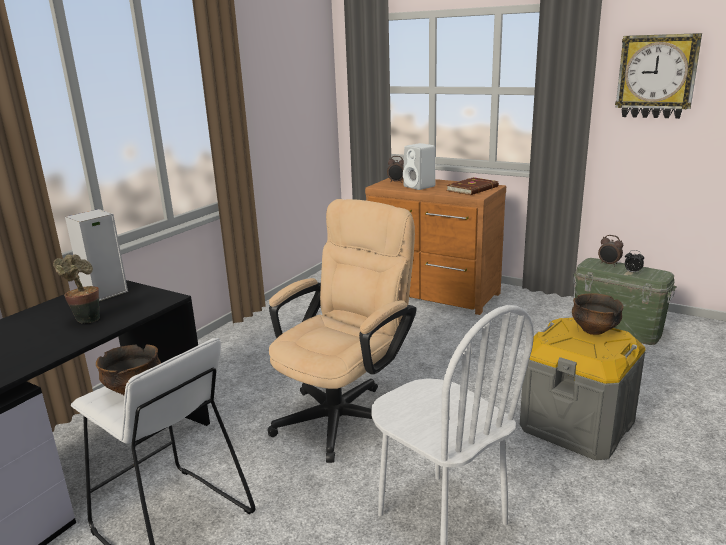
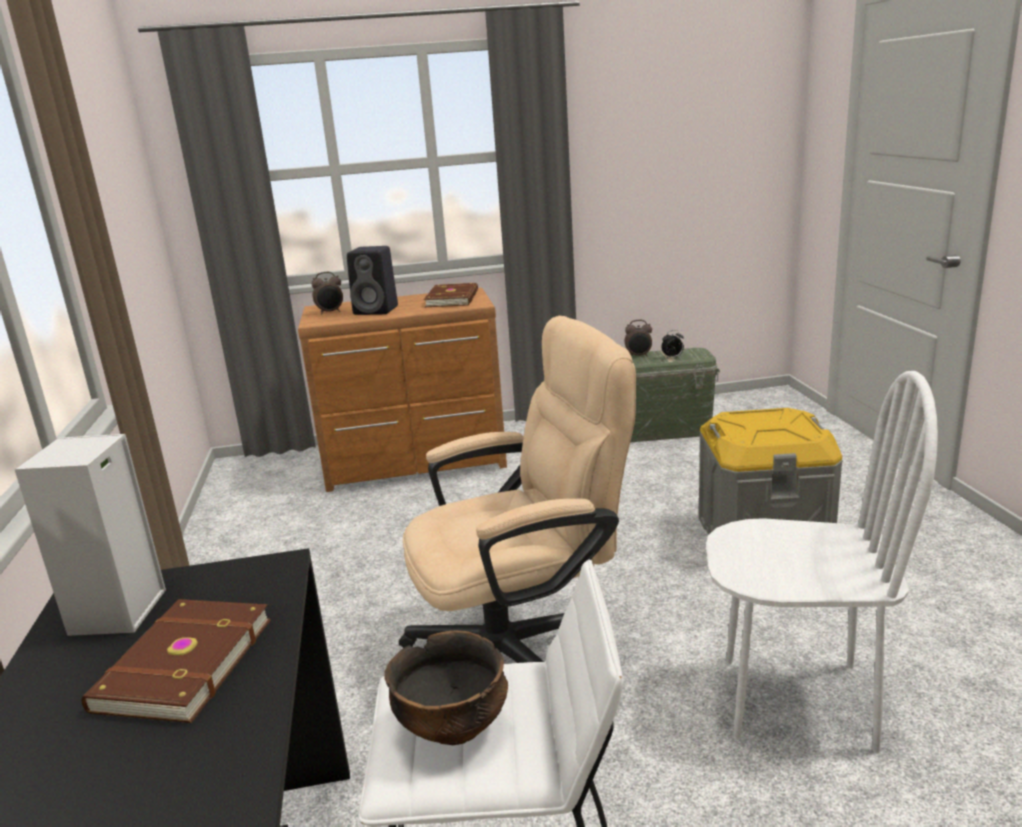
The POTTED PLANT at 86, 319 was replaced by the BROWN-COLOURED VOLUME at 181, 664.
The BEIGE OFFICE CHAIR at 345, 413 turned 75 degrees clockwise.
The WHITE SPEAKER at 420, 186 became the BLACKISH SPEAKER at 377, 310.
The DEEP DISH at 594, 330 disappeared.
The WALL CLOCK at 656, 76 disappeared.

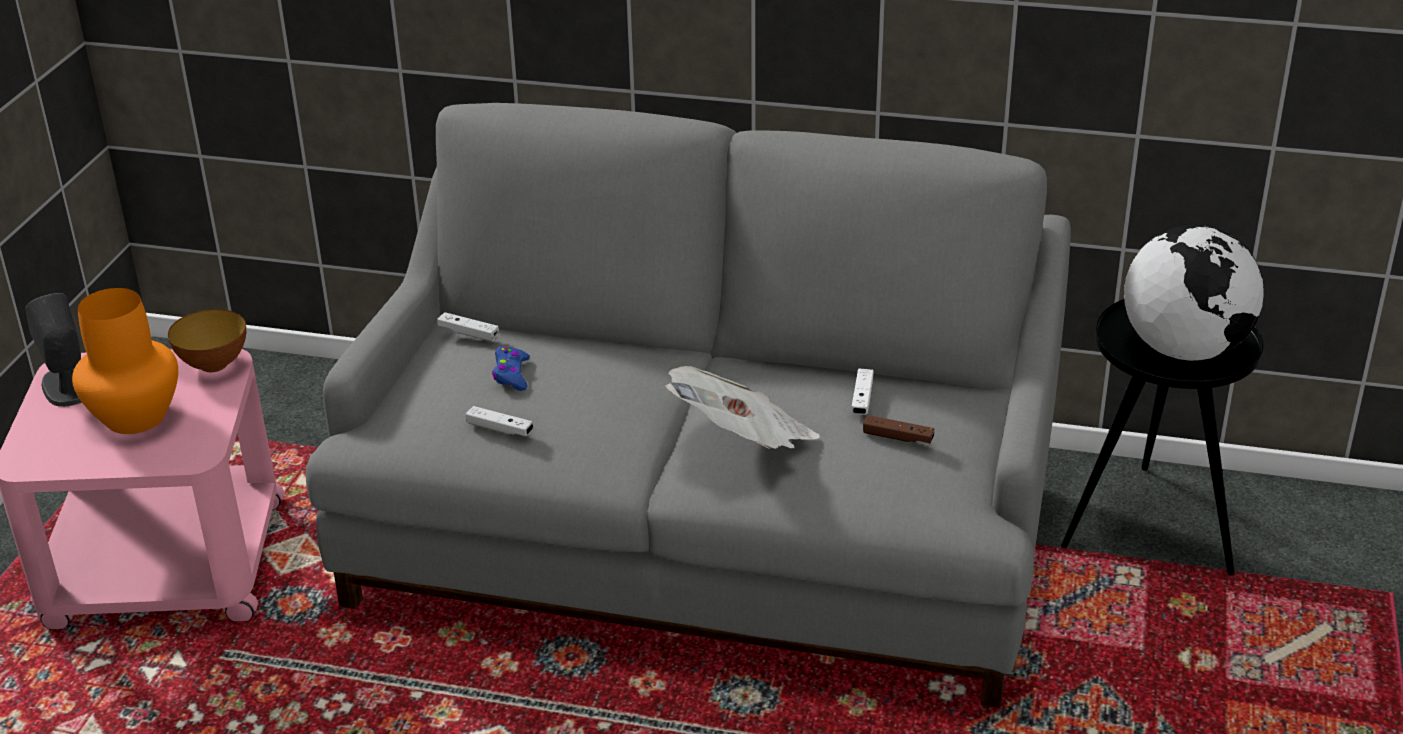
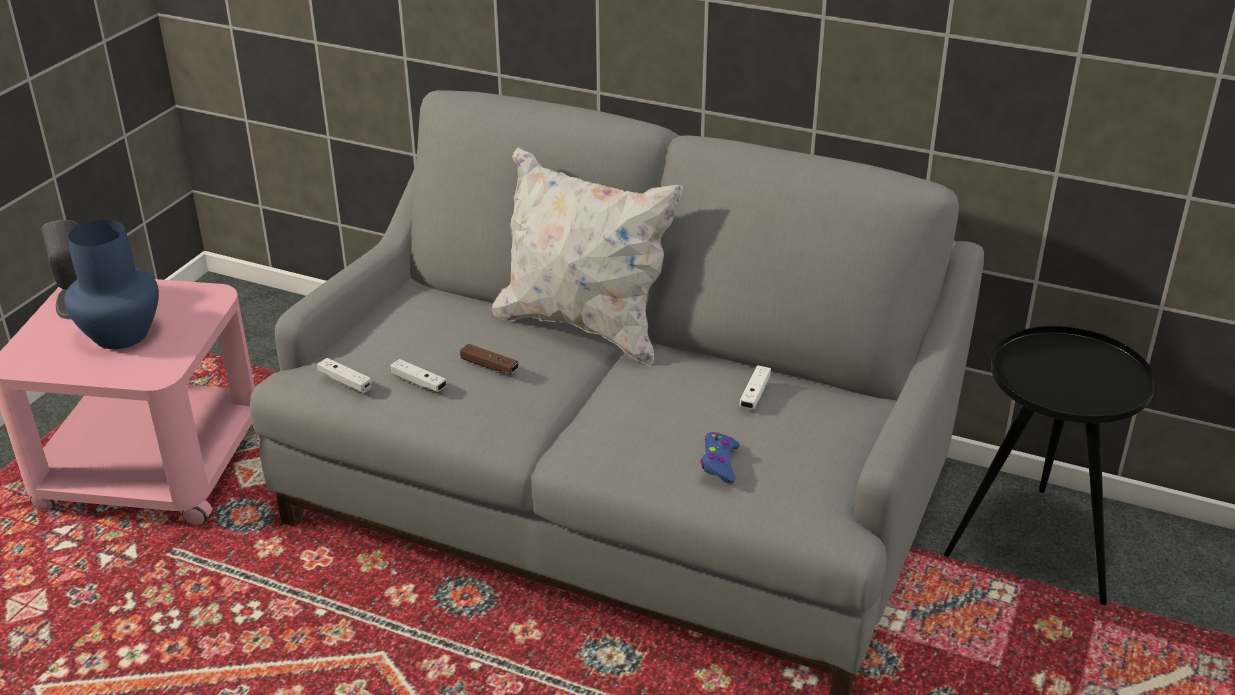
The ORANGE-COLOURED DECORATIVE VASE at 136, 418 became the BLUISH DECORATIVE VASE at 121, 336.
The DEEP DISH at 214, 365 disappeared.
The WHITE GAME CONTROLLER moved from 468, 333 to 345, 381.
The BLUISH GAME CONTROLLER moved from 511, 375 to 719, 463.
The NEWSPAPER at 743, 442 disappeared.
The BROWN-COLOURED GAME CONTROLLER moved from 898, 437 to 489, 366.
The GLOBE at 1184, 349 disappeared.
The WHITE PILLOW at 584, 327 appeared.

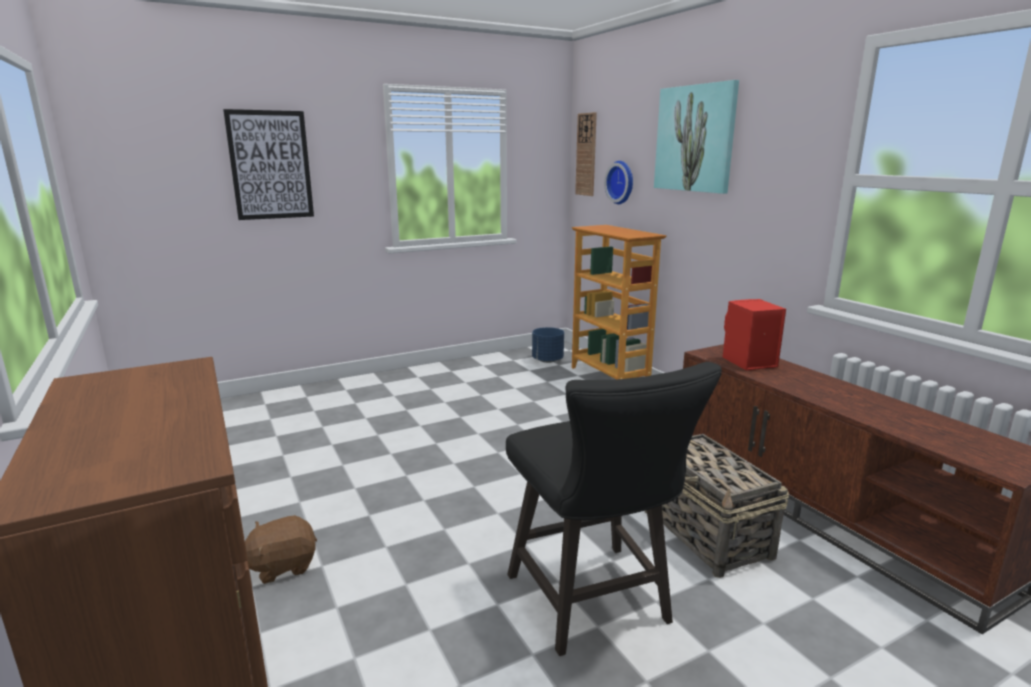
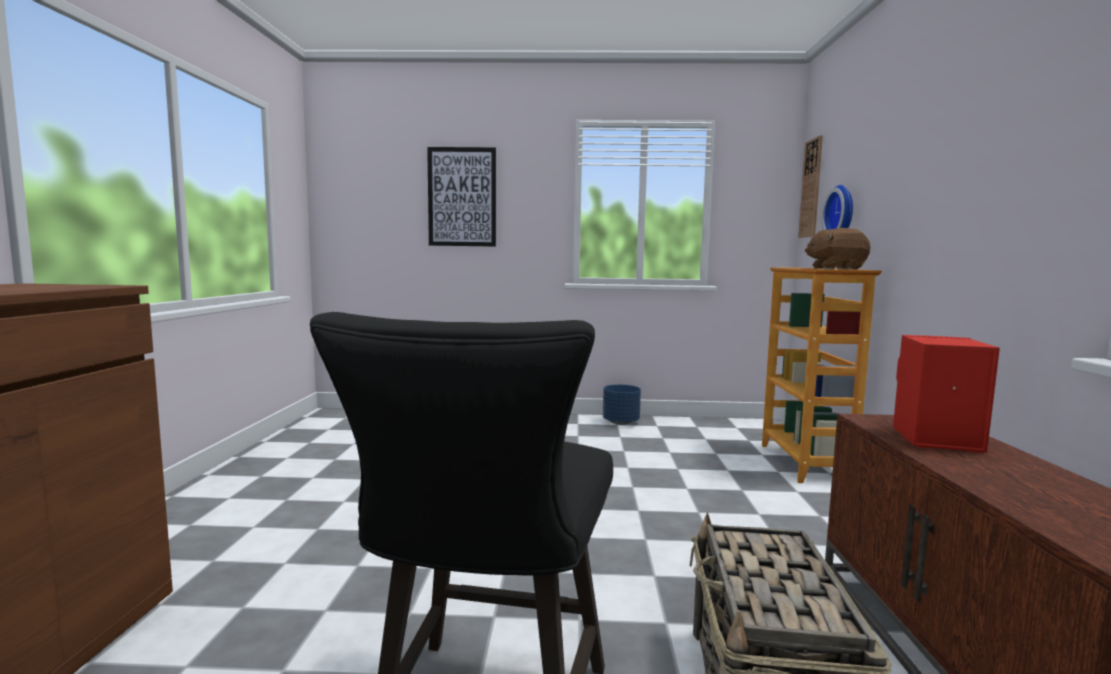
The BROWN-COLOURED PLUSH TOY moved from 282, 566 to 835, 269.
The BLUISH FLOWER POT moved from 547, 360 to 621, 422.
The WALL PICTURE at 694, 138 disappeared.

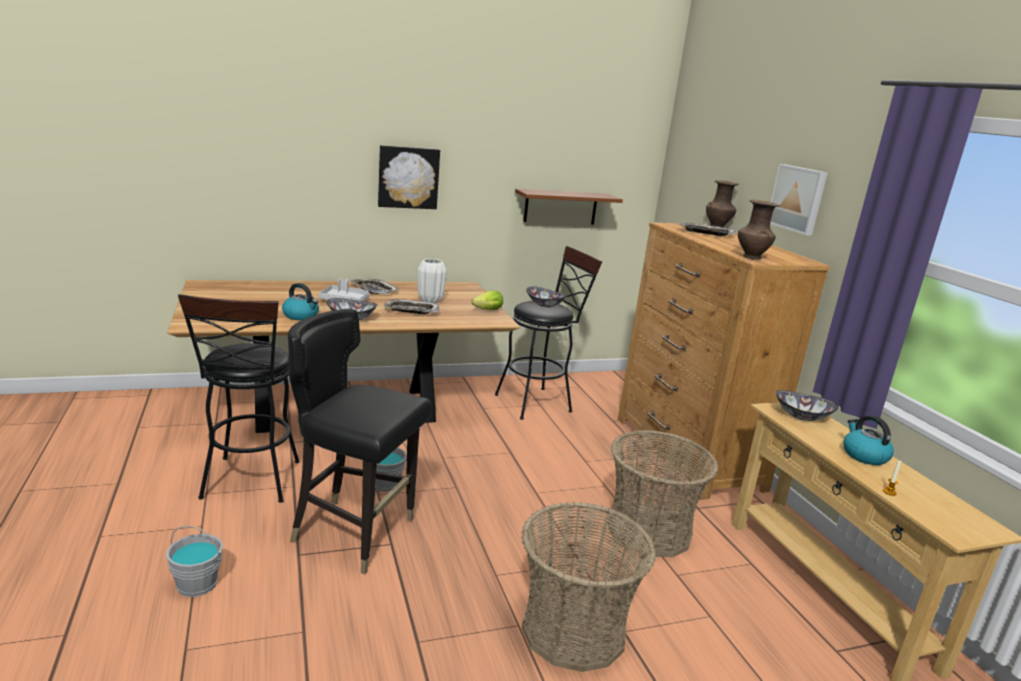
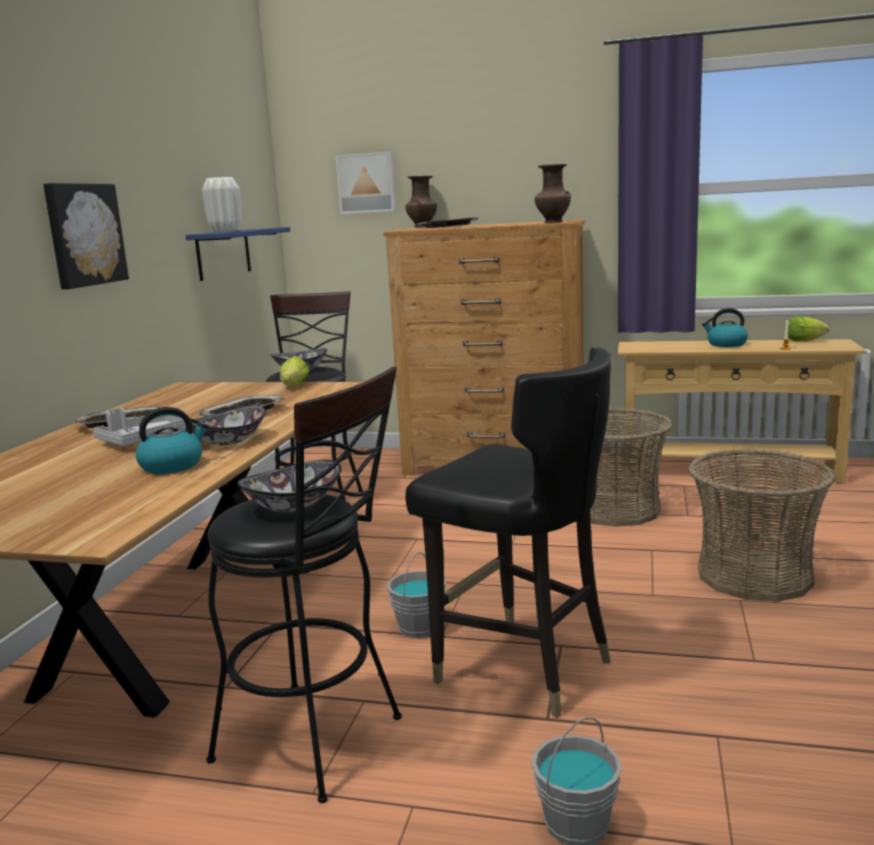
The BLACKISH CHAIR at 354, 533 turned 105 degrees counterclockwise.
The WHITE DECORATIVE VASE moved from 430, 300 to 226, 231.
The BROWN-COLOURED BRACKET SHELF at 560, 207 became the BLUISH BRACKET SHELF at 223, 253.
The WALL PICTURE moved from 798, 199 to 367, 183.
The DEEP DISH moved from 802, 416 to 293, 505.
The HEAD OF LETTUCE at 806, 341 appeared.

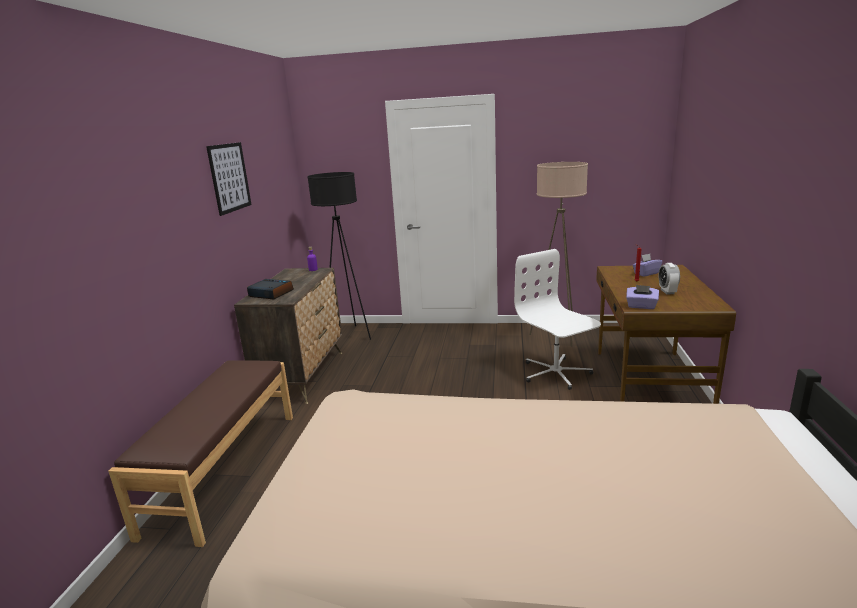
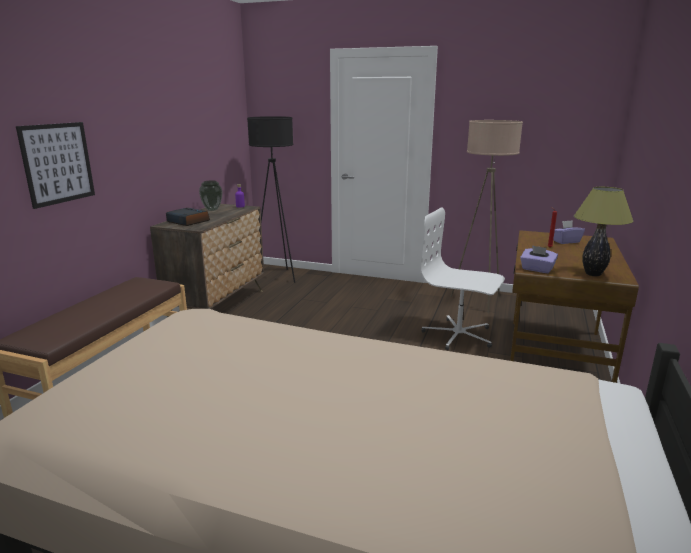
The WALL PICTURE moved from 229, 177 to 58, 163.
The WHITE OFFICE CHAIR at 555, 373 turned 45 degrees counterclockwise.
The TABLE CLOCK at 667, 291 disappeared.
The DECORATIVE VASE at 212, 209 appeared.
The LAMP FOR A TABLE at 593, 274 appeared.

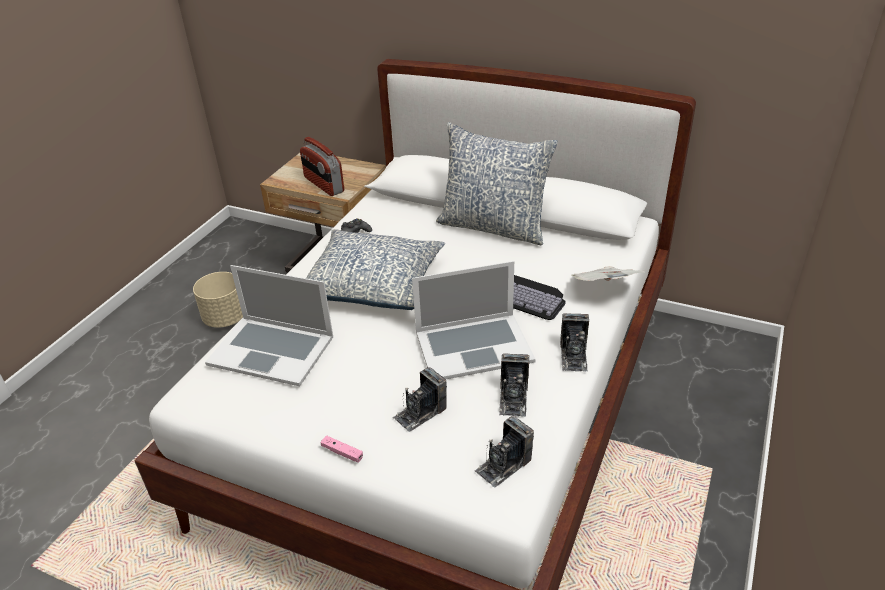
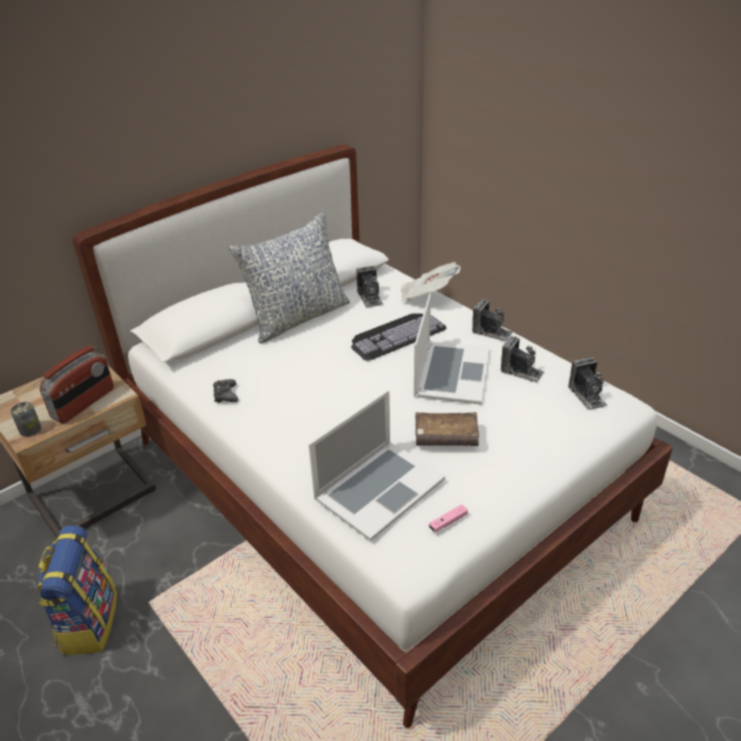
The BEIGE FLOWER POT at 225, 318 was replaced by the RUCKSACK at 88, 622.
The RADIO RECEIVER at 323, 185 turned 45 degrees counterclockwise.
The PILLOW at 373, 284 disappeared.
The PINKISH GAME CONTROLLER moved from 342, 452 to 448, 522.
The PHOTO CAMERA moved from 420, 413 to 370, 298.
The SEALED CAN at 30, 429 appeared.
The BROWN-COLOURED VOLUME at 446, 437 appeared.

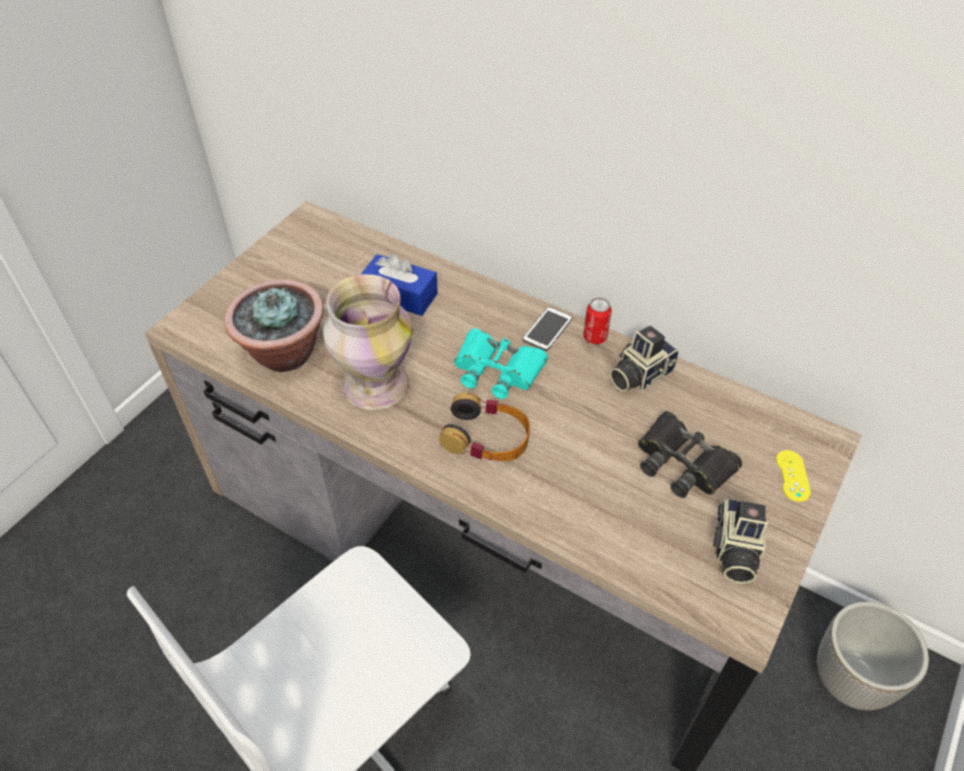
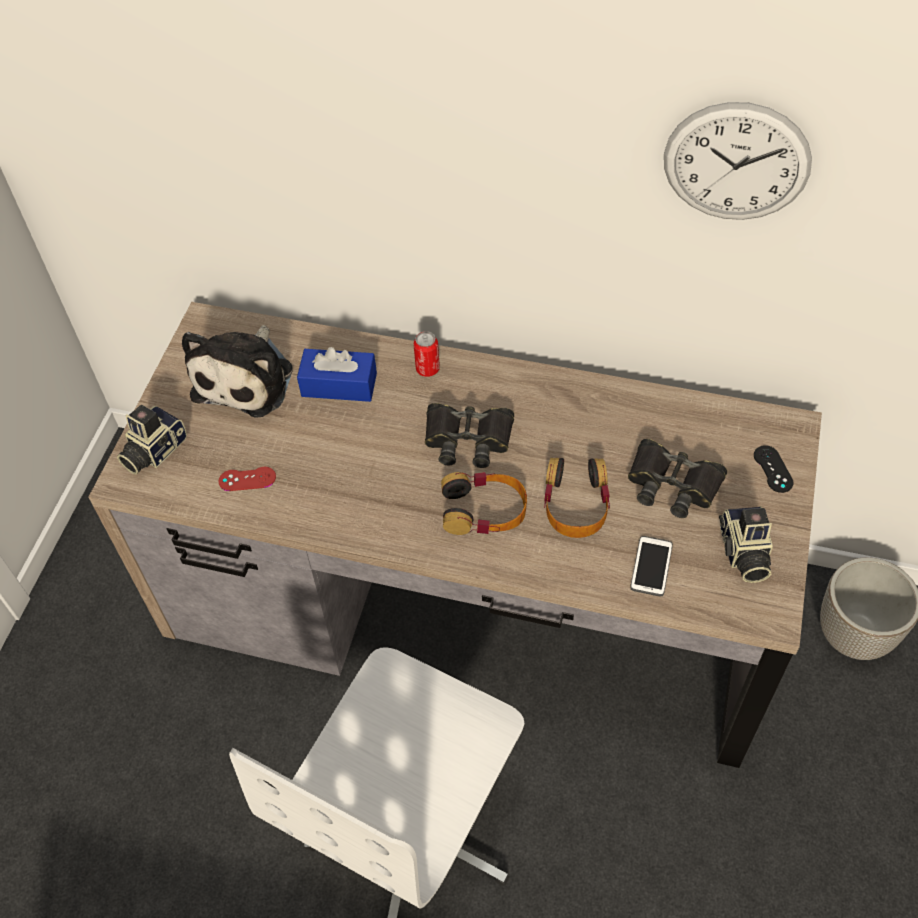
The POTTED PLANT at 284, 353 was replaced by the RED GAME CONTROLLER at 247, 479.
The DECORATIVE VASE at 374, 386 disappeared.
The BLUE-GREEN PAIR OF BINOCULARS at 497, 370 became the BLACKISH PAIR OF BINOCULARS at 468, 439.
The HANDSET moved from 547, 329 to 651, 566.
The SEALED CAN moved from 595, 337 to 427, 369.
The PHOTO CAMERA moved from 638, 374 to 153, 451.
The YELLOW-COLOURED GAME CONTROLLER at 792, 476 became the BLACKISH GAME CONTROLLER at 773, 469.
The PLUSH TOY at 246, 378 appeared.
The HEADSET at 576, 503 appeared.
The WALL CLOCK at 736, 163 appeared.

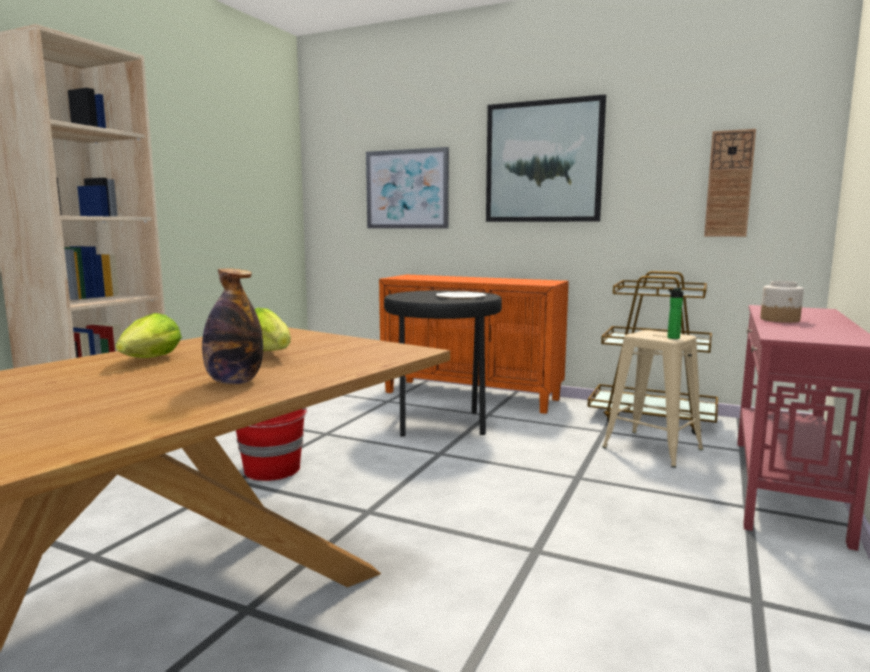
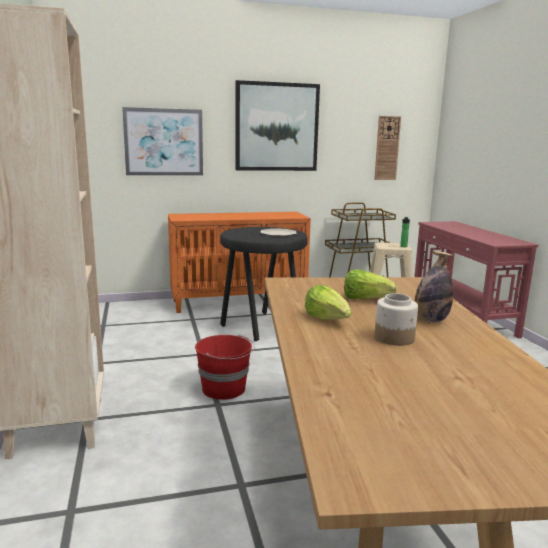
The STORAGE JAR moved from 780, 320 to 394, 338.

